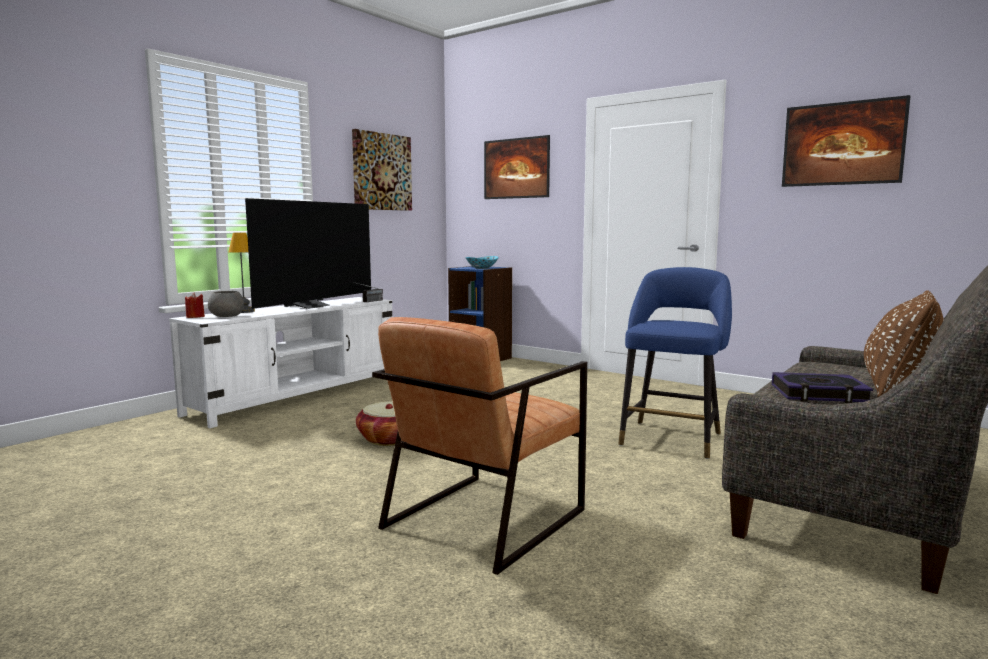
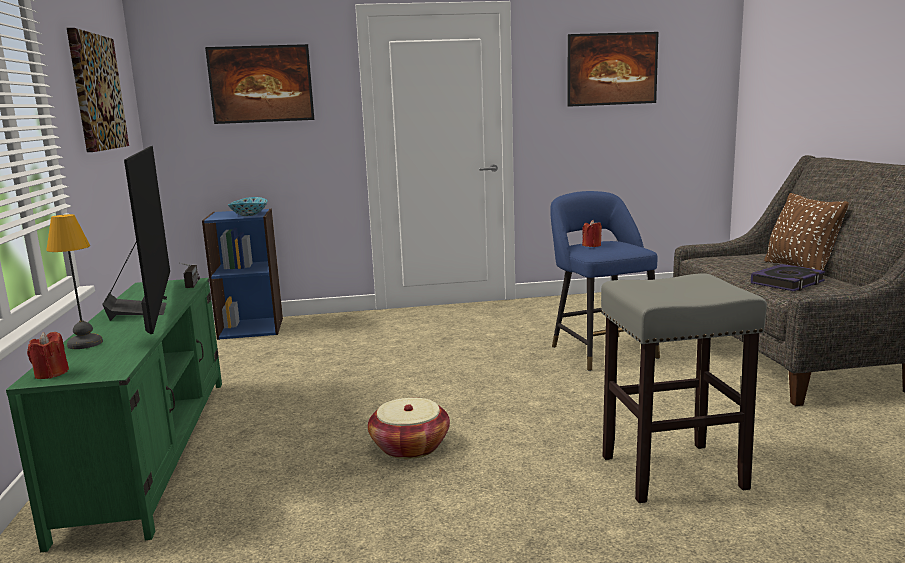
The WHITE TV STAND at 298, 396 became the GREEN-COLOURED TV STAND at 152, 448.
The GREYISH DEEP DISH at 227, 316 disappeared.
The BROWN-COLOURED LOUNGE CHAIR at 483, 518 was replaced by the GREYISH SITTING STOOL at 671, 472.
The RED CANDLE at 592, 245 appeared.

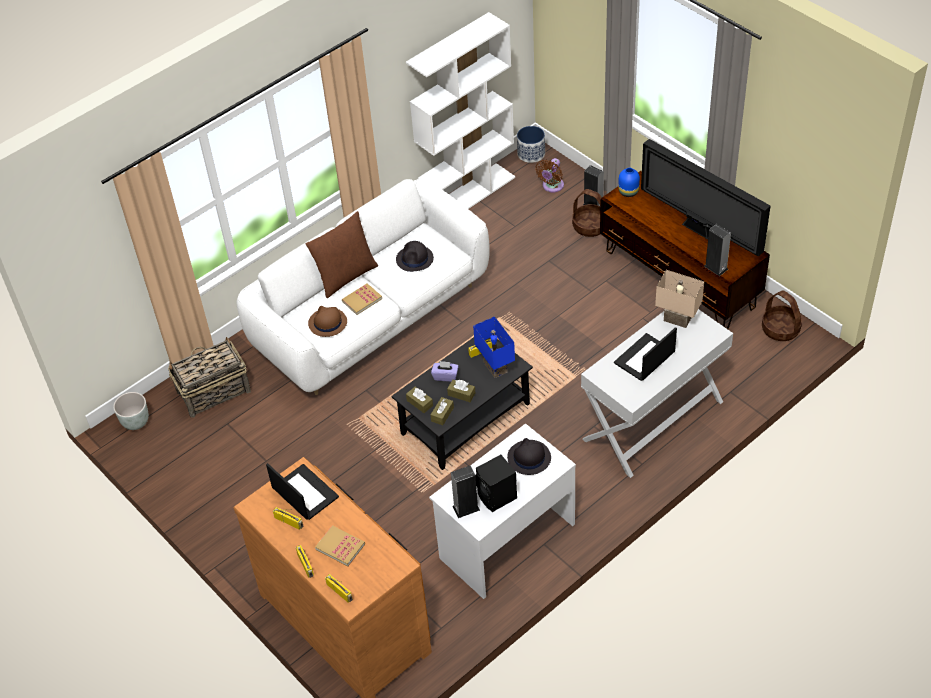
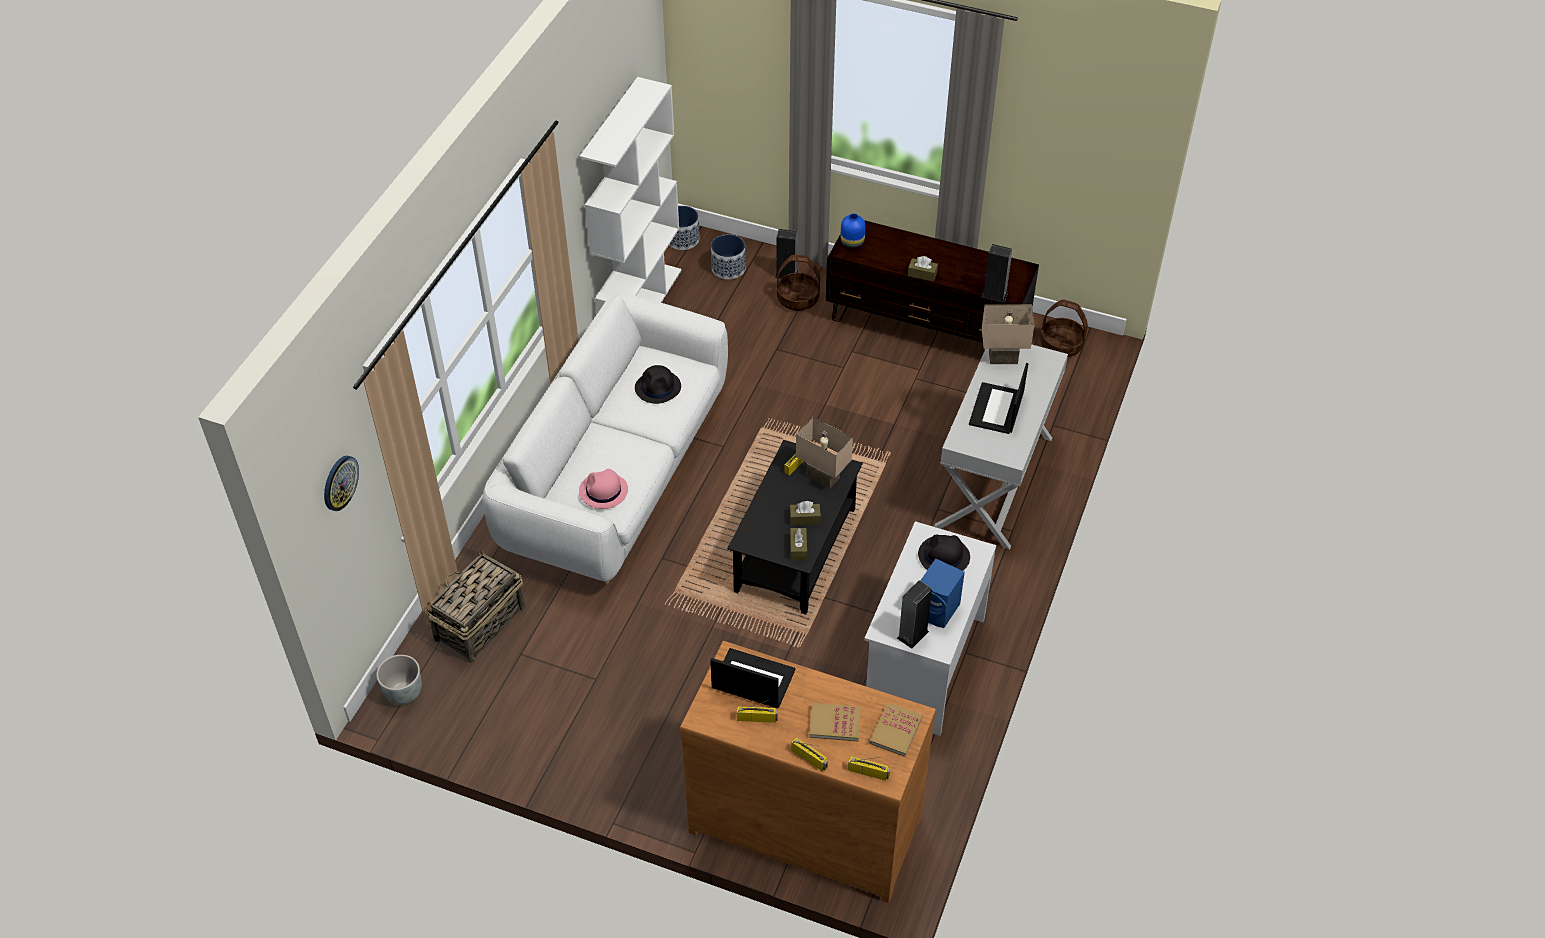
The BROWN-COLOURED PILLOW at 345, 276 disappeared.
The BROWN-COLOURED CLOTHING HAT at 327, 323 became the PINKISH CLOTHING HAT at 603, 491.
The VOLUME moved from 362, 300 to 896, 731.
The BROWN-COLOURED TISSUE HOLDER moved from 419, 403 to 922, 274.
The PURPLE-COLOURED TISSUE HOLDER at 445, 376 disappeared.
The BLUISH LAMP FOR A TABLE at 494, 367 became the BEIGE LAMP FOR A TABLE at 821, 477.
The BLACKISH SPEAKER at 497, 497 became the BLUISH SPEAKER at 938, 610.
The BROWN-COLOURED ELECTRIC FAN at 552, 186 was replaced by the FLOWER POT at 728, 268.
The TV at 699, 230 disappeared.
The WALL CLOCK at 339, 482 appeared.

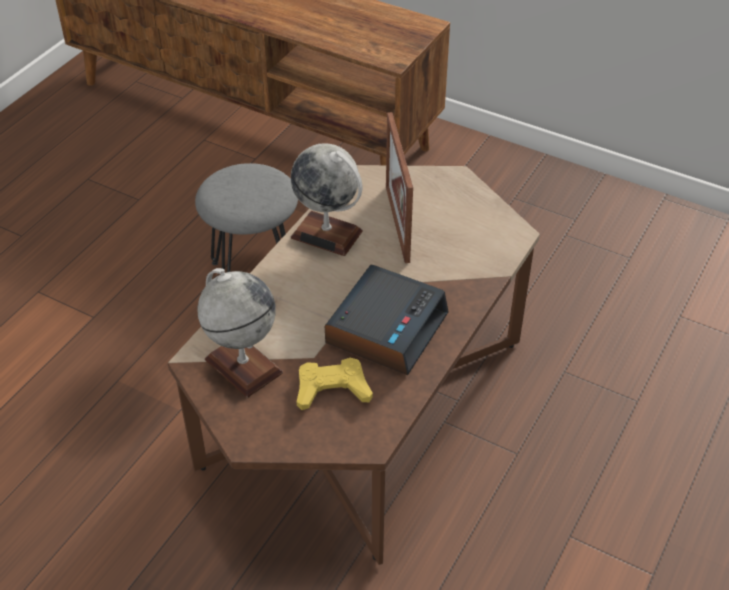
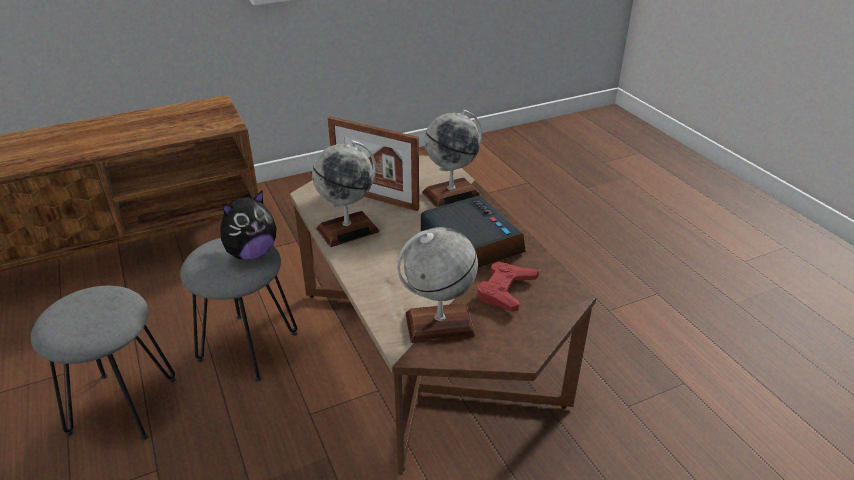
The YELLOW-COLOURED GAME CONTROLLER at 332, 389 became the RED GAME CONTROLLER at 505, 290.
The GREYISH SITTING STOOL at 122, 405 appeared.
The PLUSH TOY at 251, 253 appeared.
The GLOBE at 451, 194 appeared.

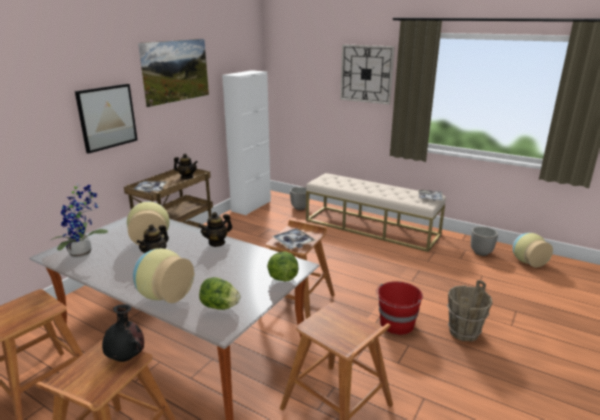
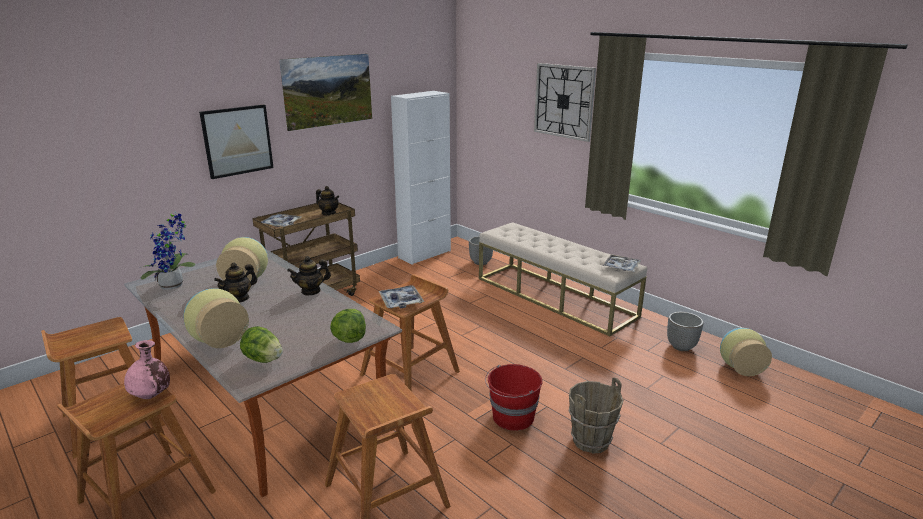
The BLACKISH DECORATIVE VASE at 127, 358 became the PINKISH DECORATIVE VASE at 152, 396.

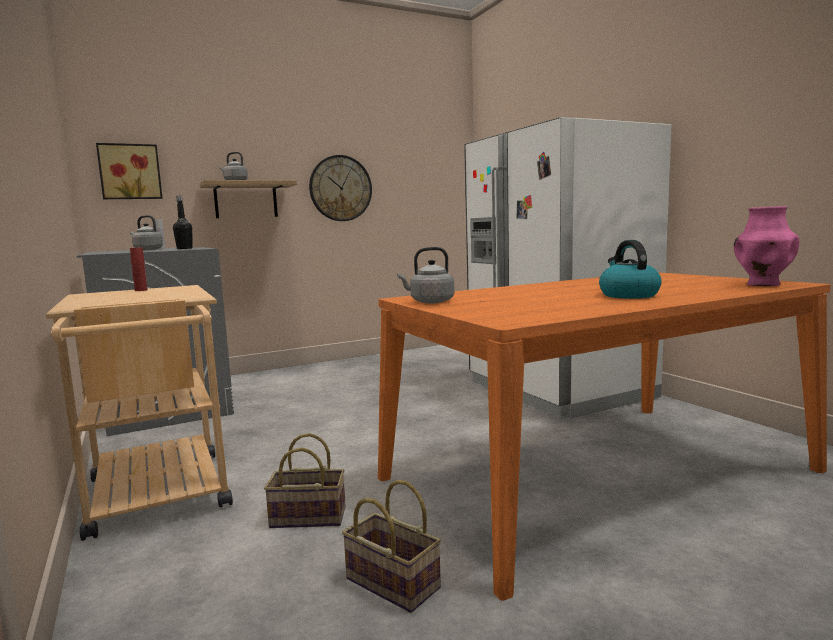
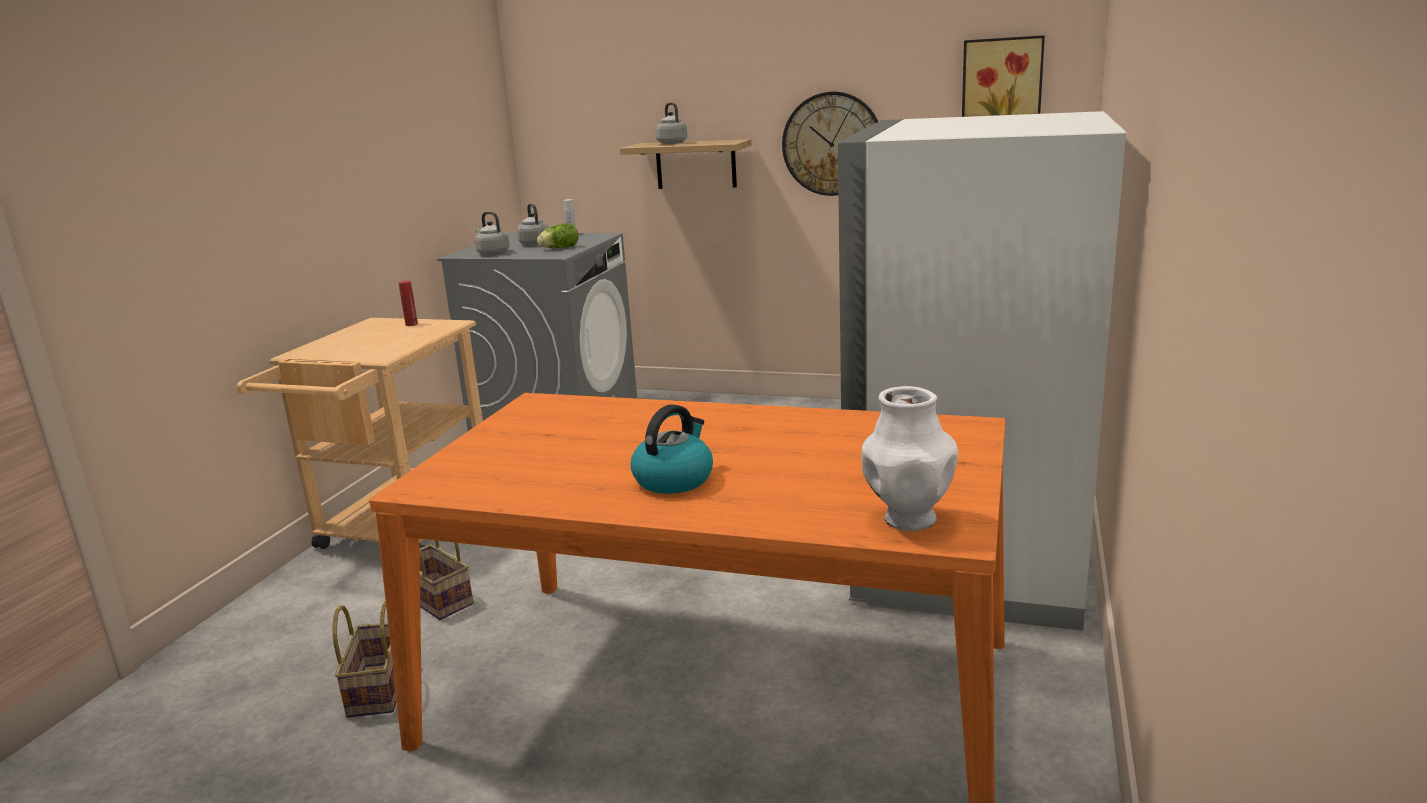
The WALL PICTURE moved from 130, 172 to 1002, 78.
The BLACKISH DRINK BOTTLE at 184, 248 was replaced by the HEAD OF LETTUCE at 558, 248.
The GREYISH TEA KETTLE moved from 429, 302 to 492, 253.
The PINKISH DECORATIVE VASE at 762, 284 became the WHITE DECORATIVE VASE at 908, 520.

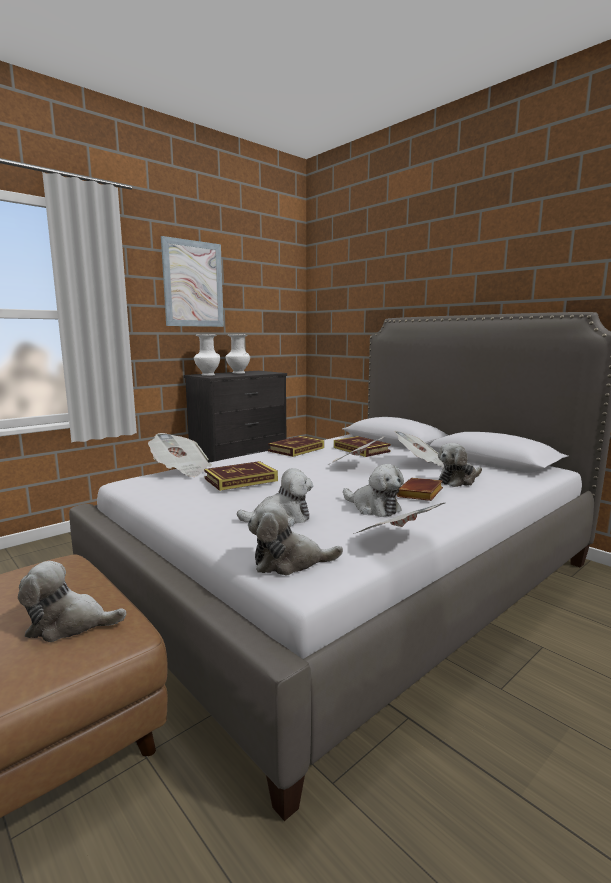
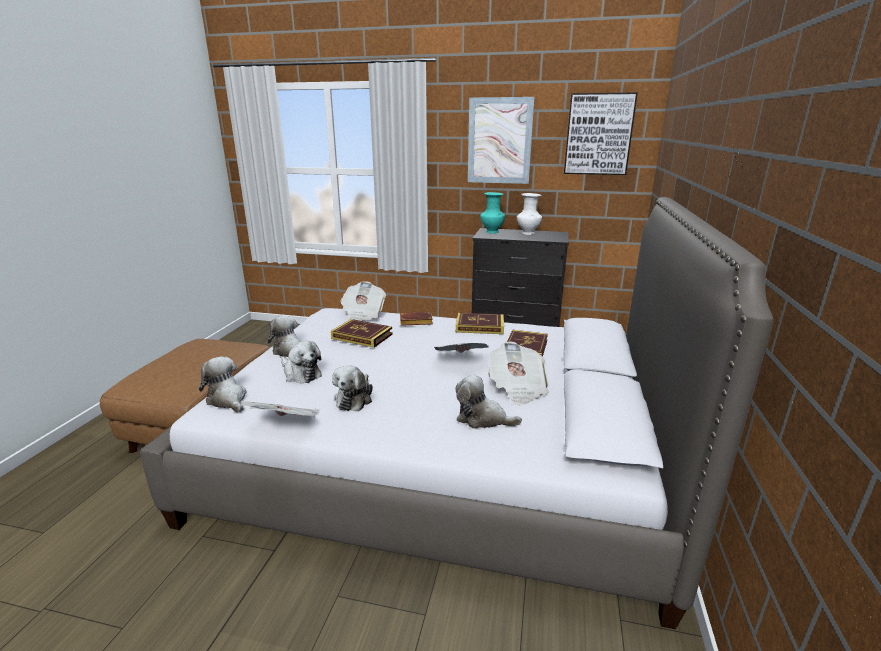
The PLUSH TOY moved from 69, 624 to 290, 351.
The WHITE DECORATIVE VASE at 207, 375 became the BLUE-GREEN DECORATIVE VASE at 491, 232.
The BROWN-COLOURED VOLUME moved from 421, 494 to 415, 322.
The WALL PICTURE at 598, 134 appeared.

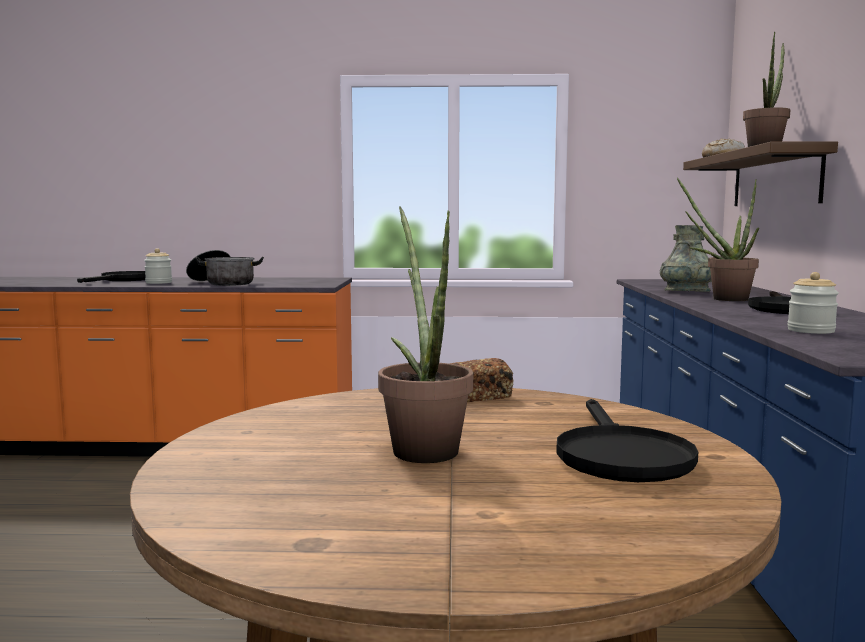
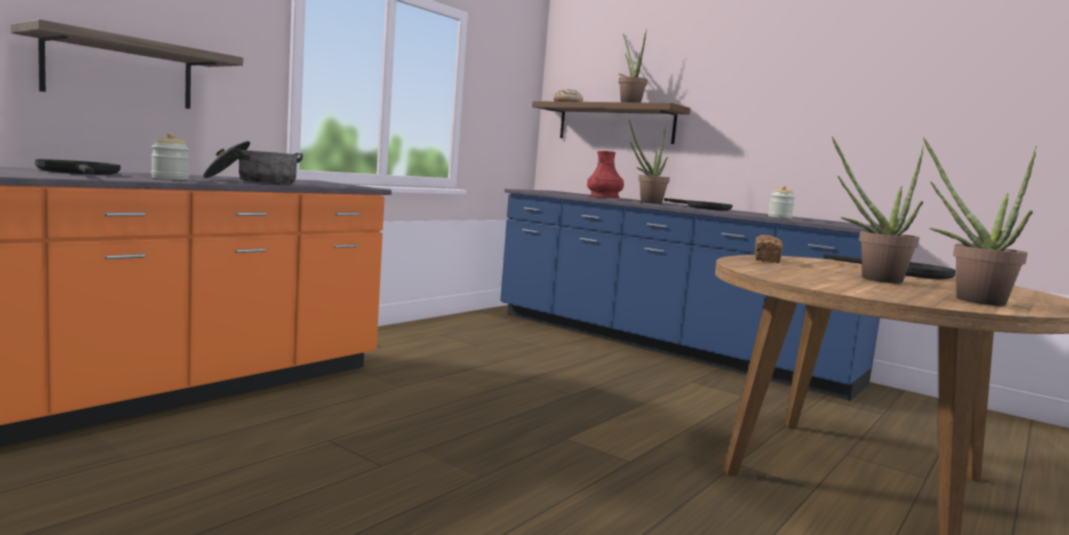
The GREYISH DECORATIVE VASE at 687, 292 became the RED DECORATIVE VASE at 604, 198.
The BRACKET SHELF at 120, 72 appeared.
The POTTED PLANT at 969, 299 appeared.

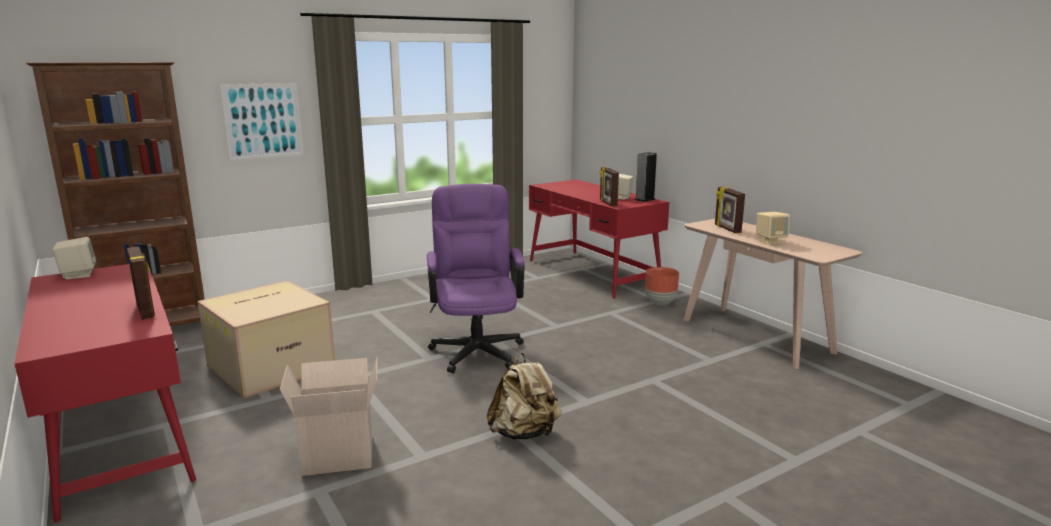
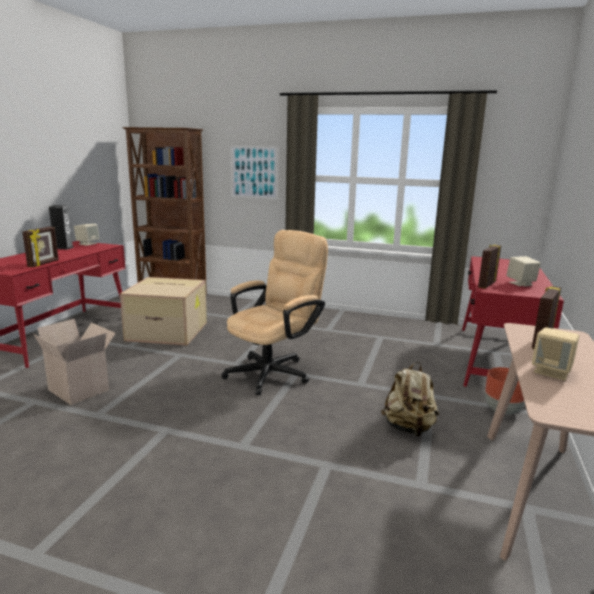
The PURPLE-COLOURED OFFICE CHAIR at 476, 348 became the BEIGE OFFICE CHAIR at 274, 371.
The BEIGE RUCKSACK moved from 524, 433 to 408, 428.
The SPEAKER moved from 644, 199 to 63, 248.

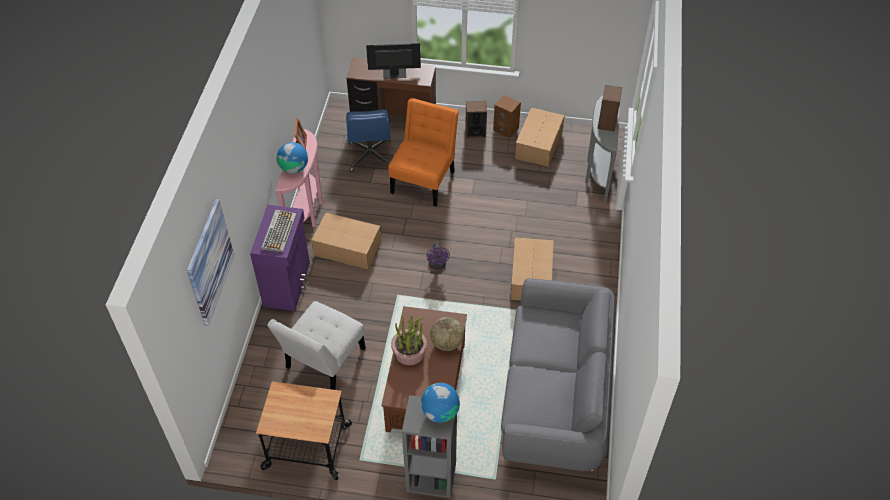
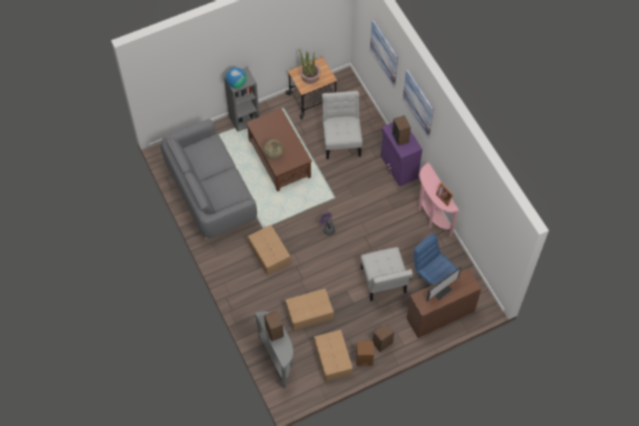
The COMPUTER KEYBOARD at 279, 231 was replaced by the SPEAKER at 400, 138.
The GLOBE at 294, 168 disappeared.
The CARDBOARD BOX moved from 347, 248 to 310, 313.
The ORANGE-COLOURED CHAIR at 424, 179 became the WHITE CHAIR at 383, 283.
The POTTED PLANT moved from 409, 353 to 310, 76.
The WALL PICTURE at 418, 103 appeared.

